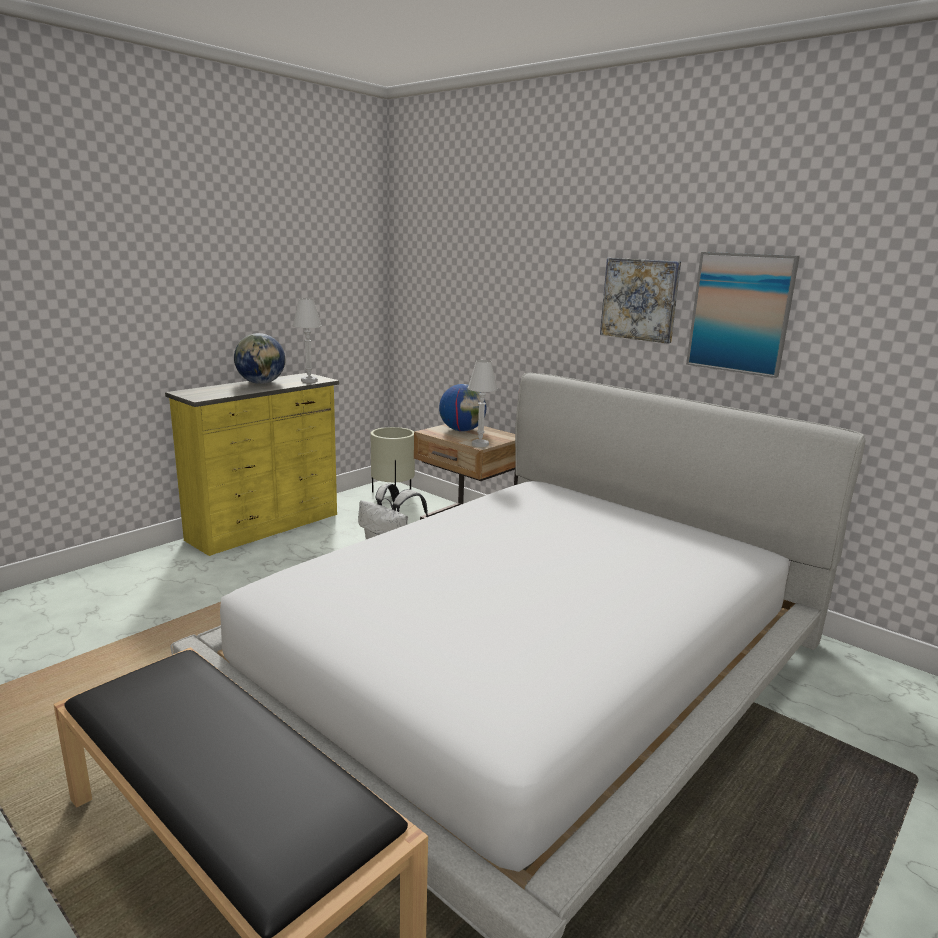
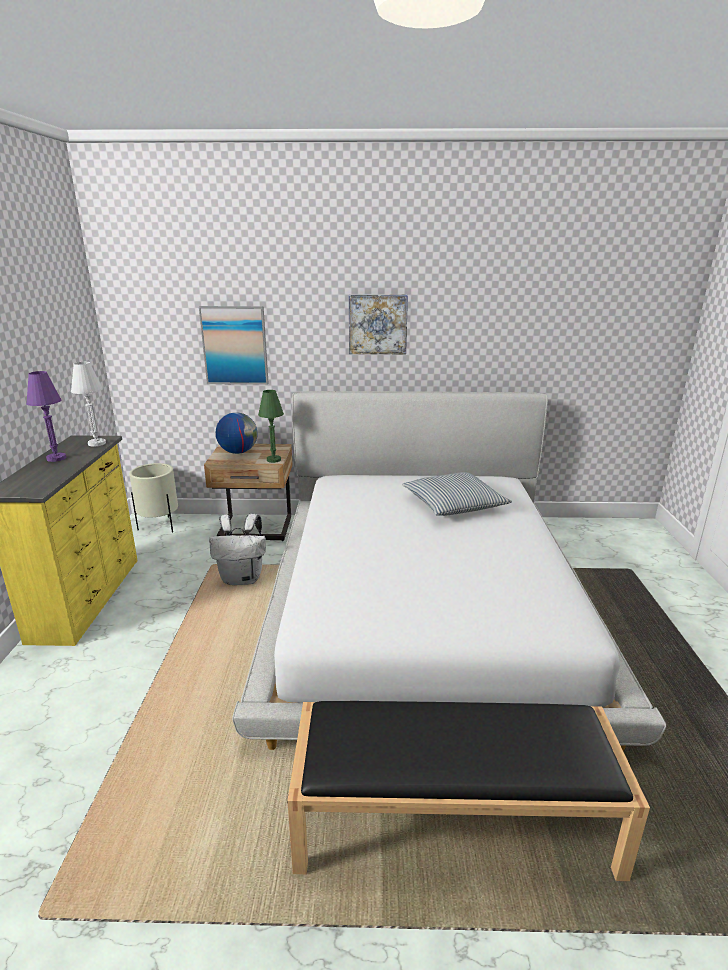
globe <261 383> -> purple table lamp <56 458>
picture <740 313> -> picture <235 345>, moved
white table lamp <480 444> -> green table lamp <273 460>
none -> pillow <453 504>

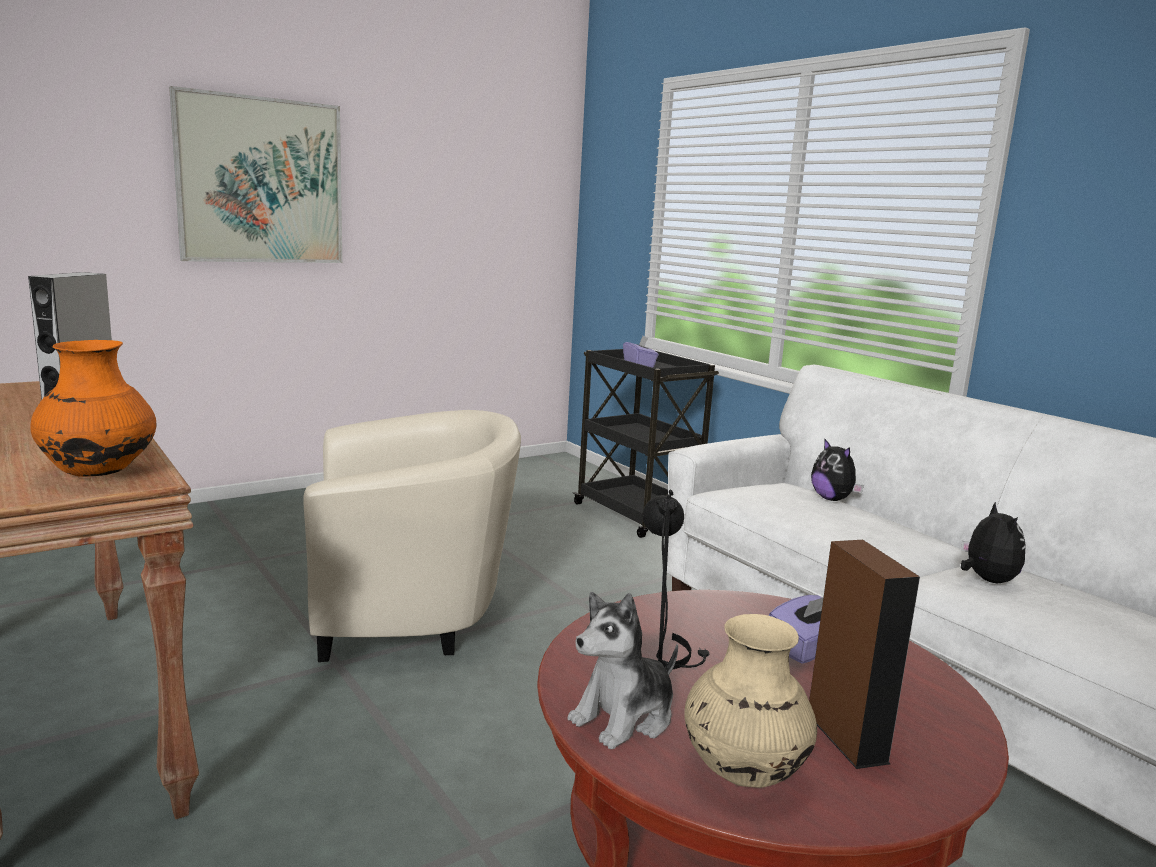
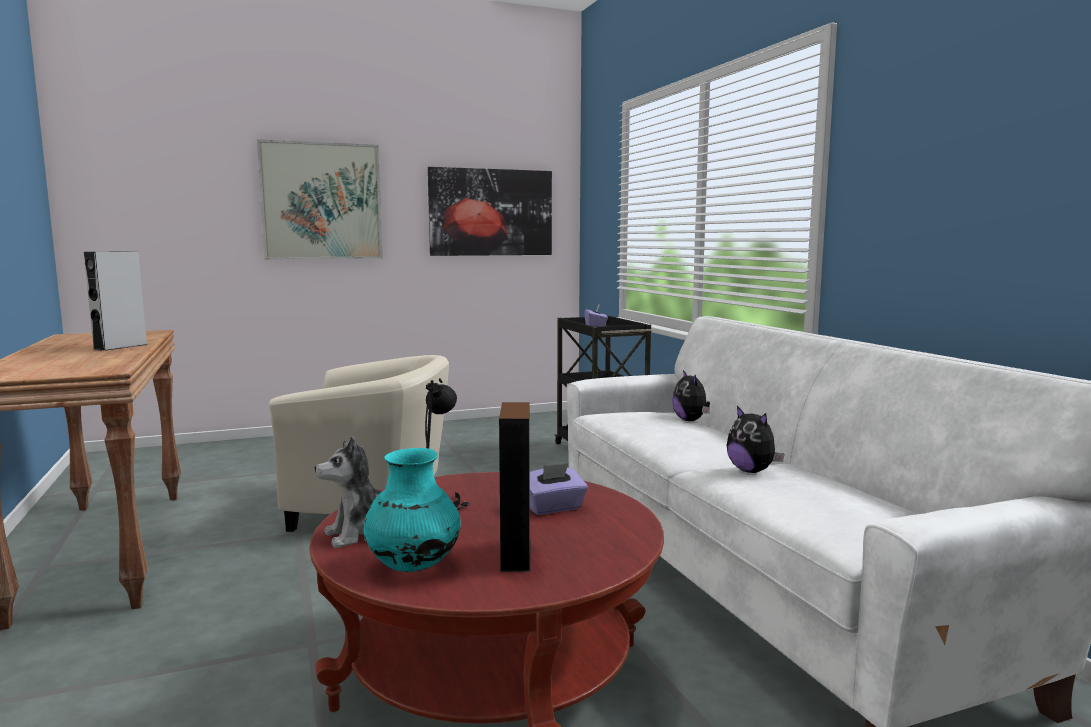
beige vase <743 771> -> turquoise vase <413 566>
none -> picture <491 212>
plush toy <986 580> -> plush toy <751 471>, 135 degrees clockwise
orange vase <99 474> -> none

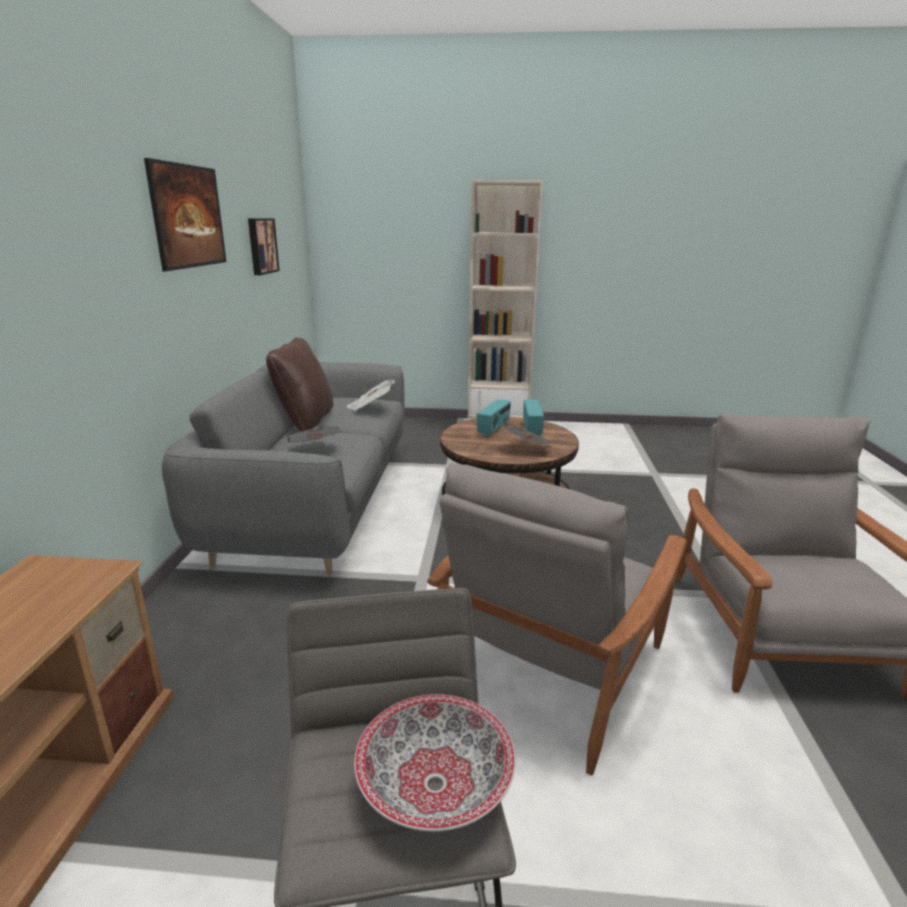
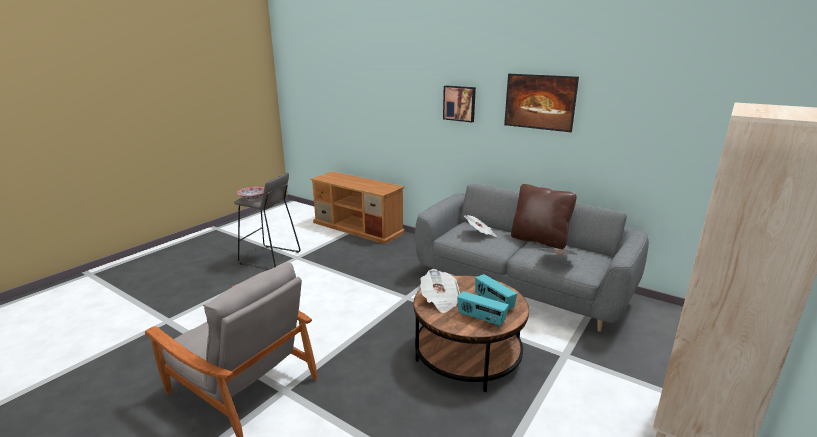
picture <261 246> -> picture <459 103>, moved
grey armchair <552 666> -> none

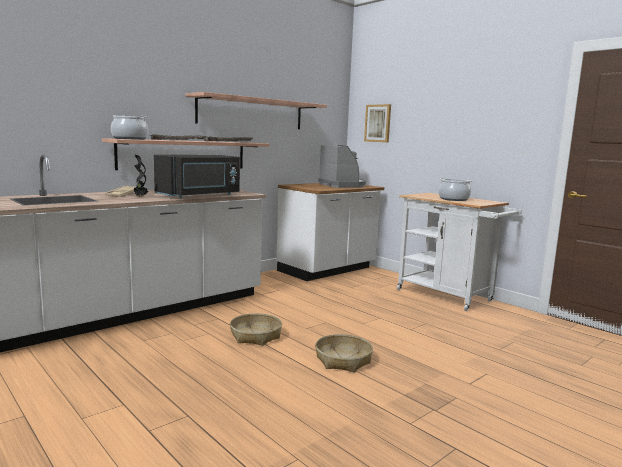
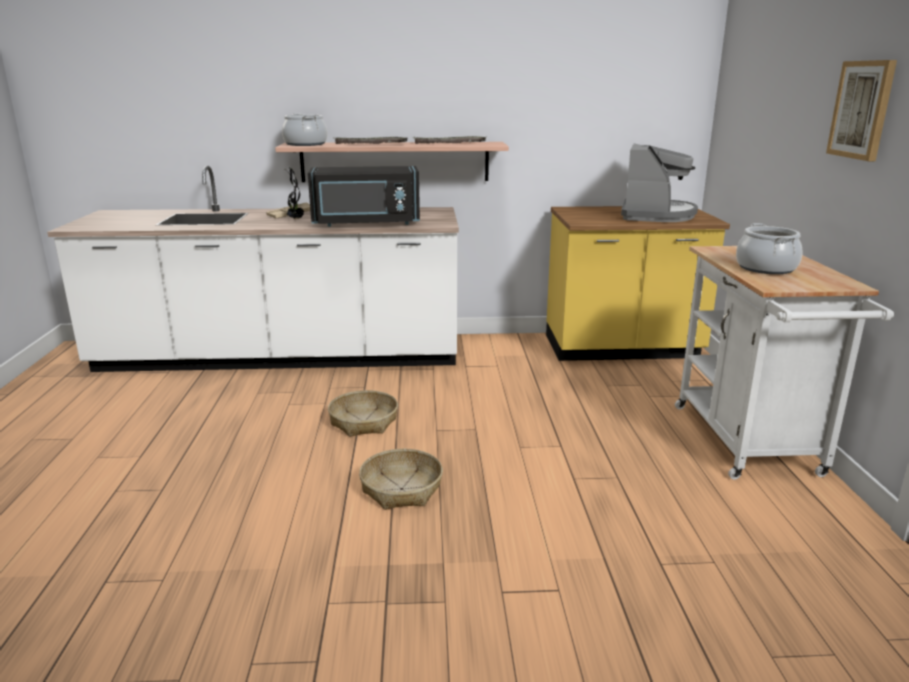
white counter <328 270> -> yellow counter <622 349>
picture <378 123> -> picture <862 110>, moved
shelf <252 113> -> none

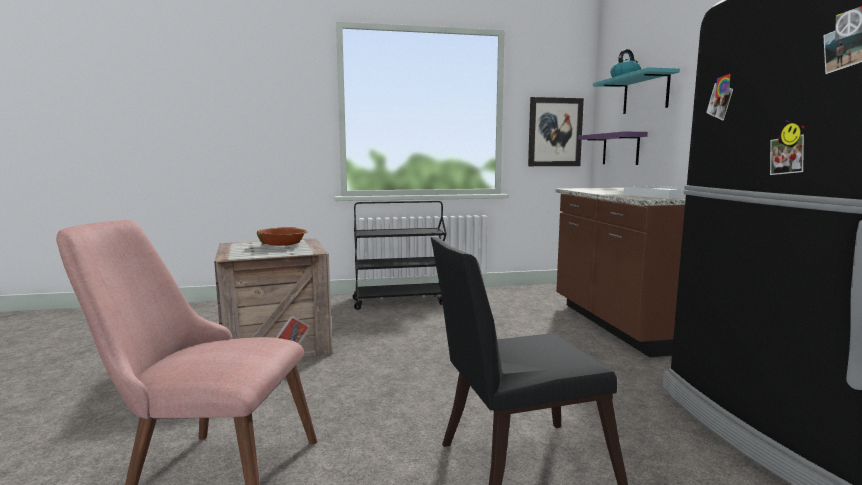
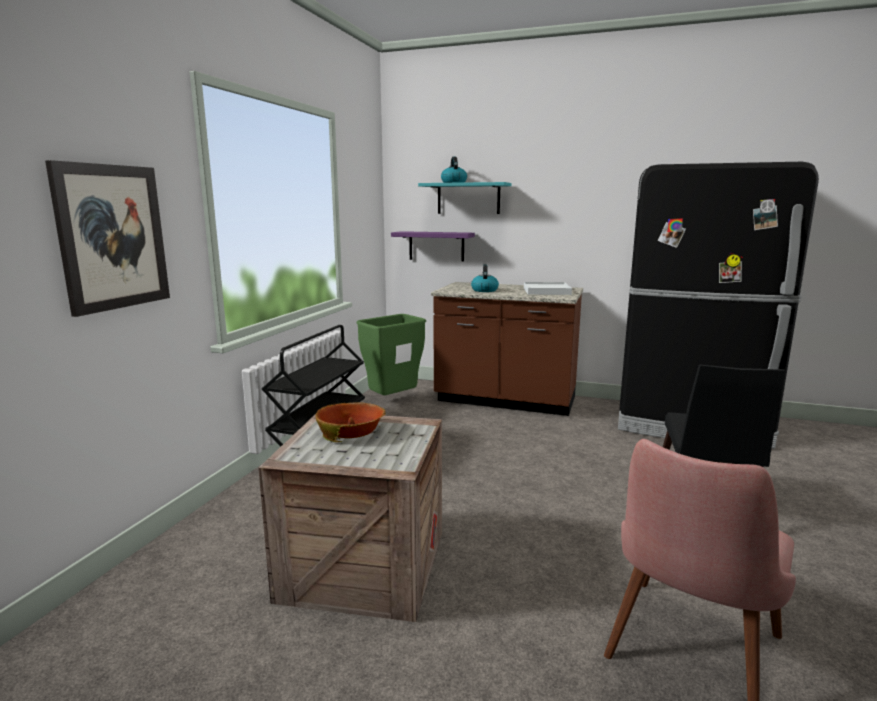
picture <555 132> -> picture <112 237>, moved
none -> green trash can <393 400>
none -> kettle <484 290>

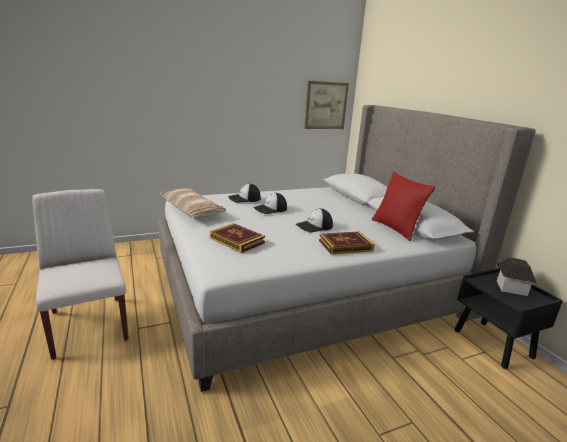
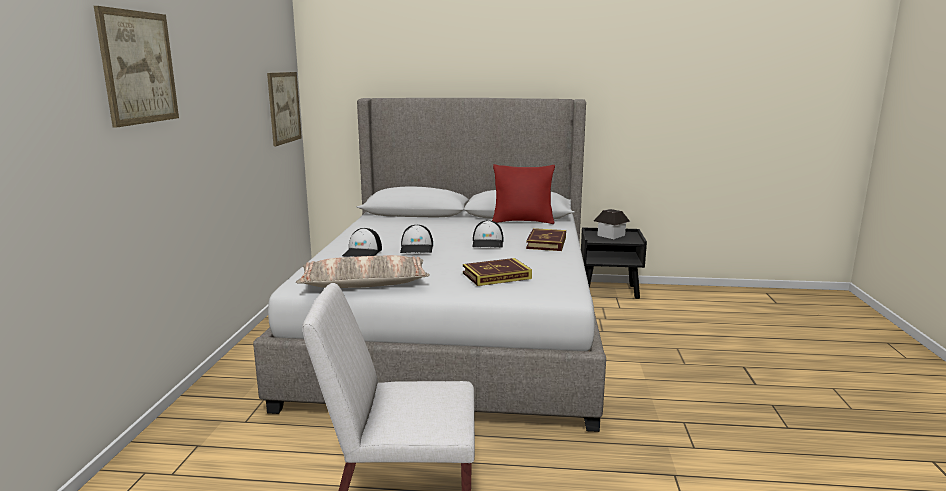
none -> picture <138 67>

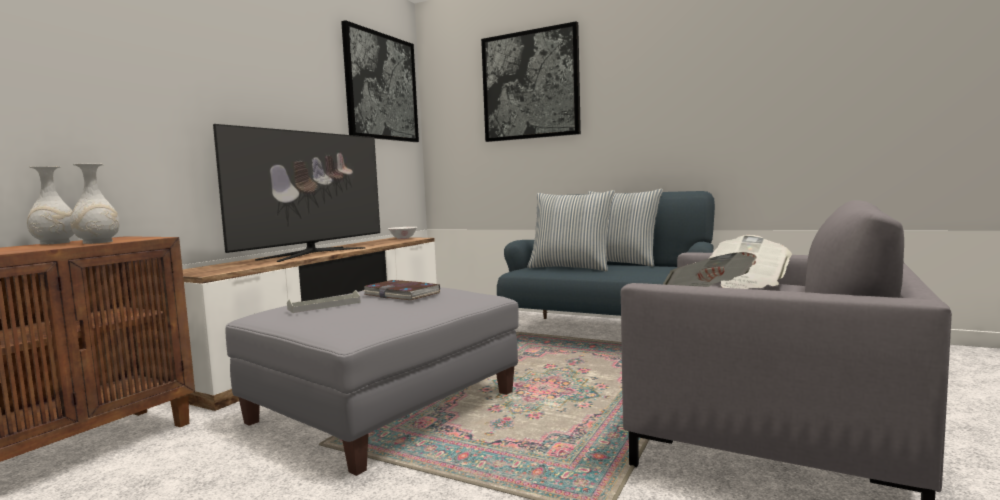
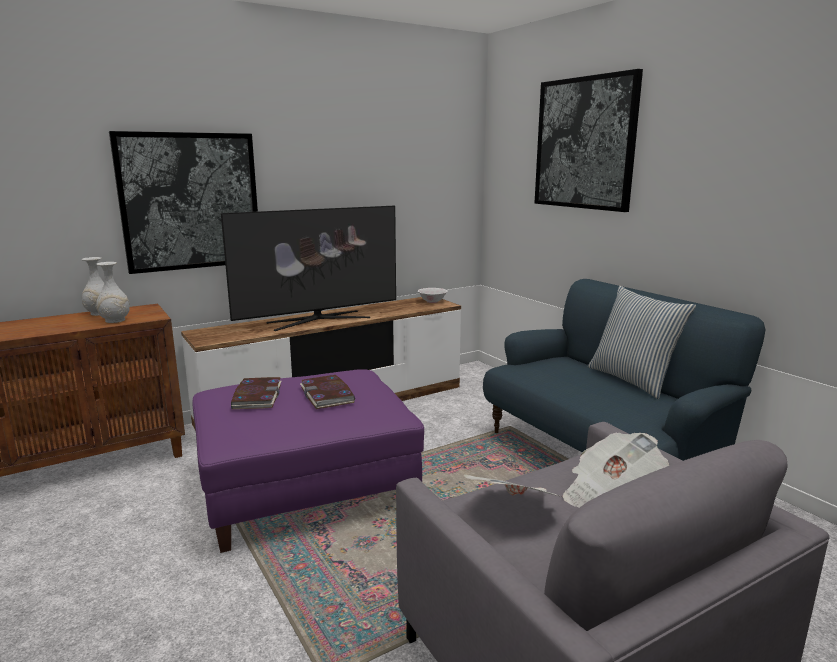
picture <381 87> -> picture <190 201>, moved
grey ottoman <384 407> -> purple ottoman <306 486>
grey tray <324 306> -> book <257 396>
pillow <571 268> -> none

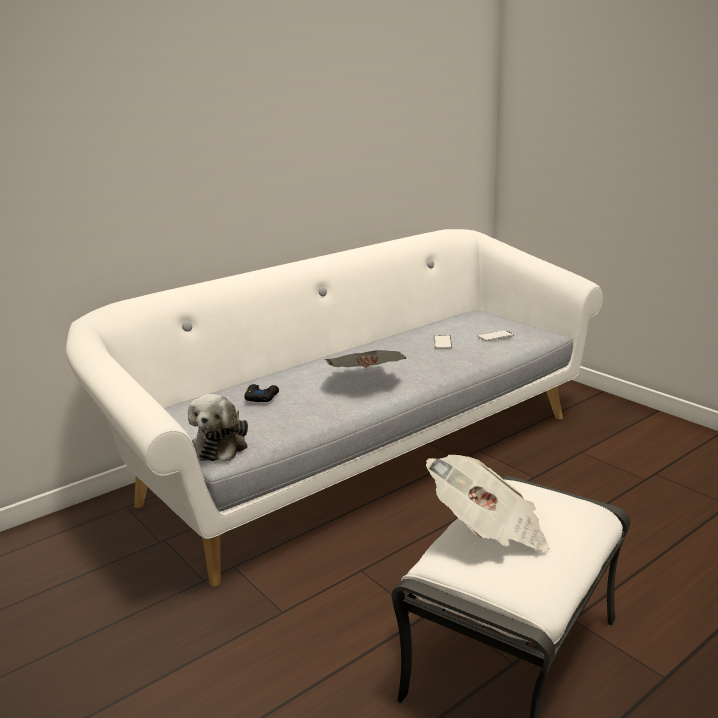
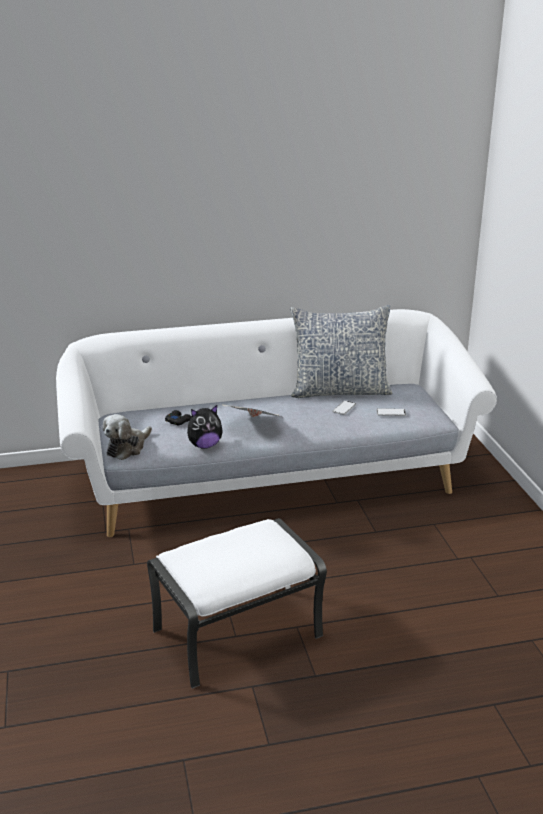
none -> plush toy <204 445>
none -> pillow <340 391>
newspaper <488 530> -> none

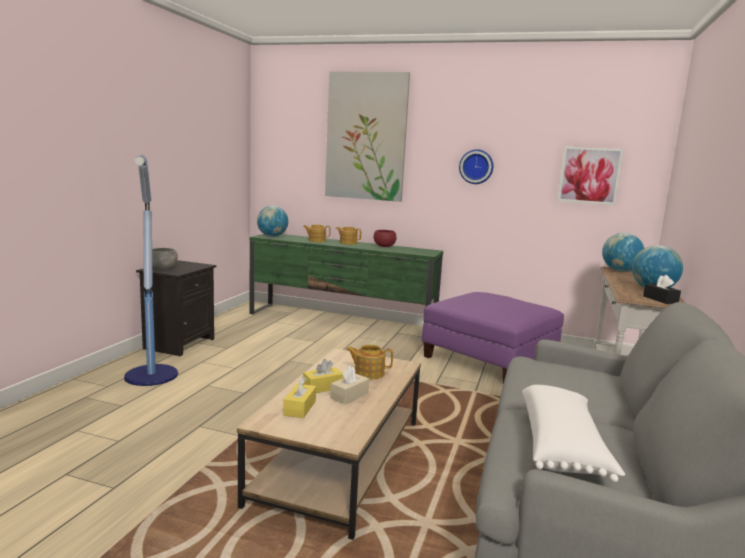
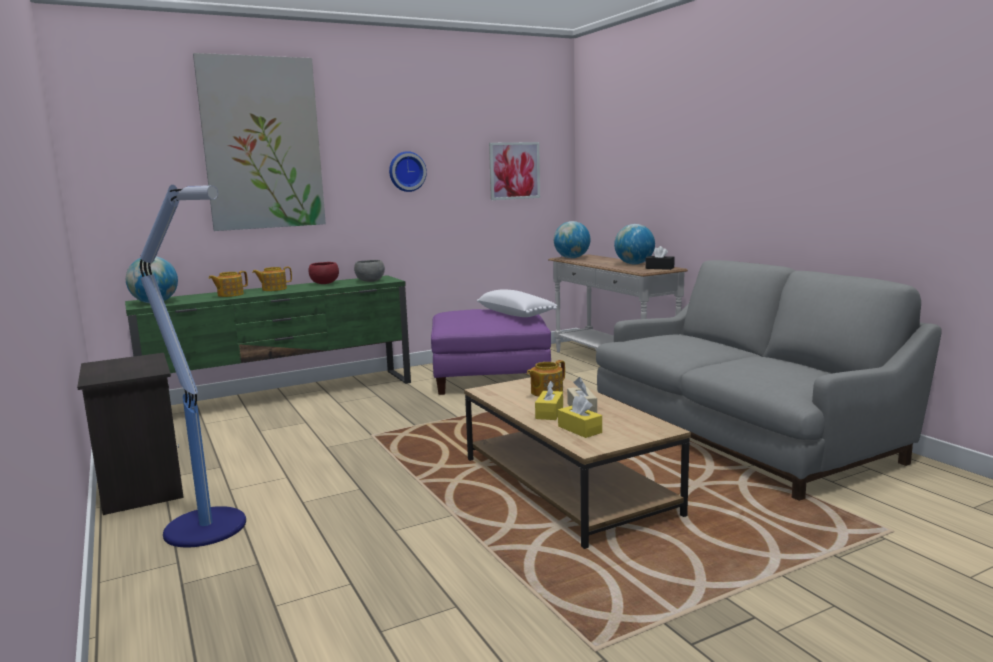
grey bowl <163 268> -> grey bowl <370 281>, moved
white pillow <562 447> -> white pillow <516 314>, moved

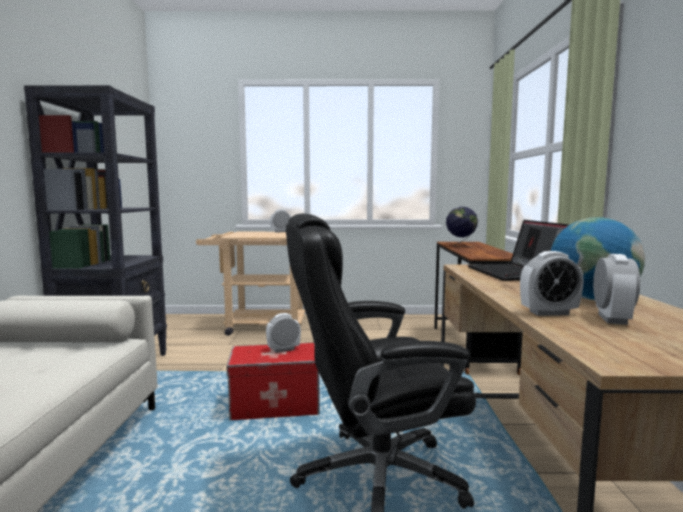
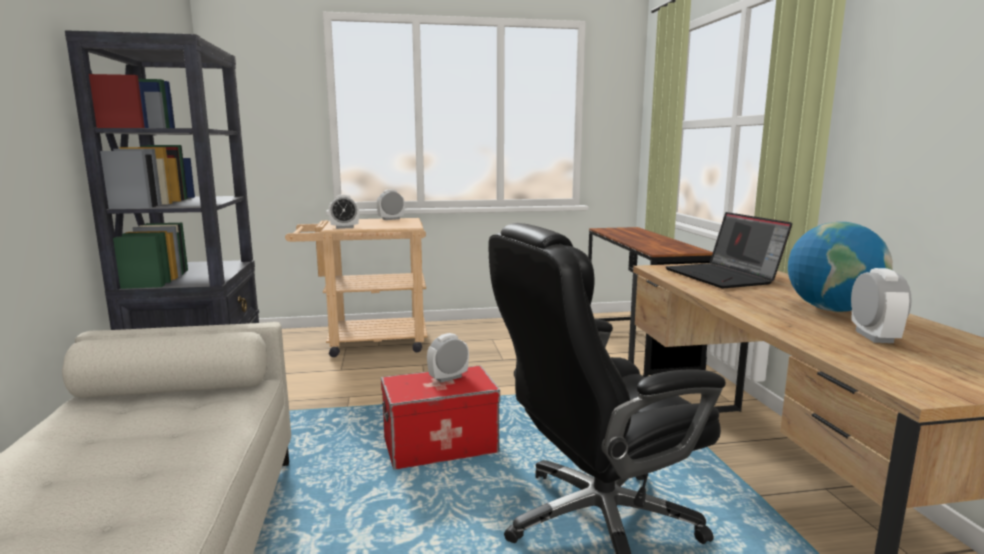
alarm clock <549 313> -> alarm clock <344 227>, moved
globe <460 245> -> none

